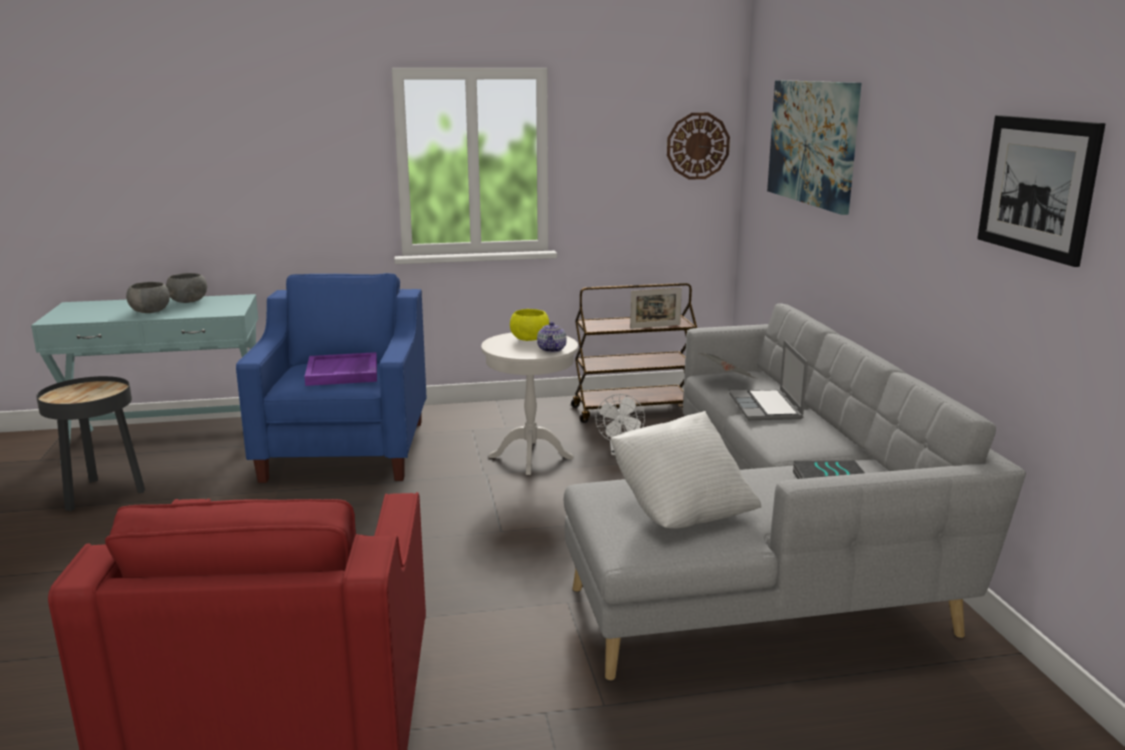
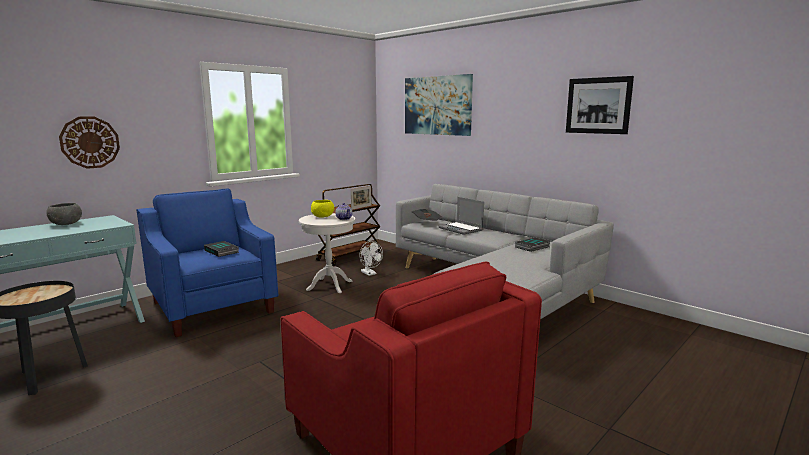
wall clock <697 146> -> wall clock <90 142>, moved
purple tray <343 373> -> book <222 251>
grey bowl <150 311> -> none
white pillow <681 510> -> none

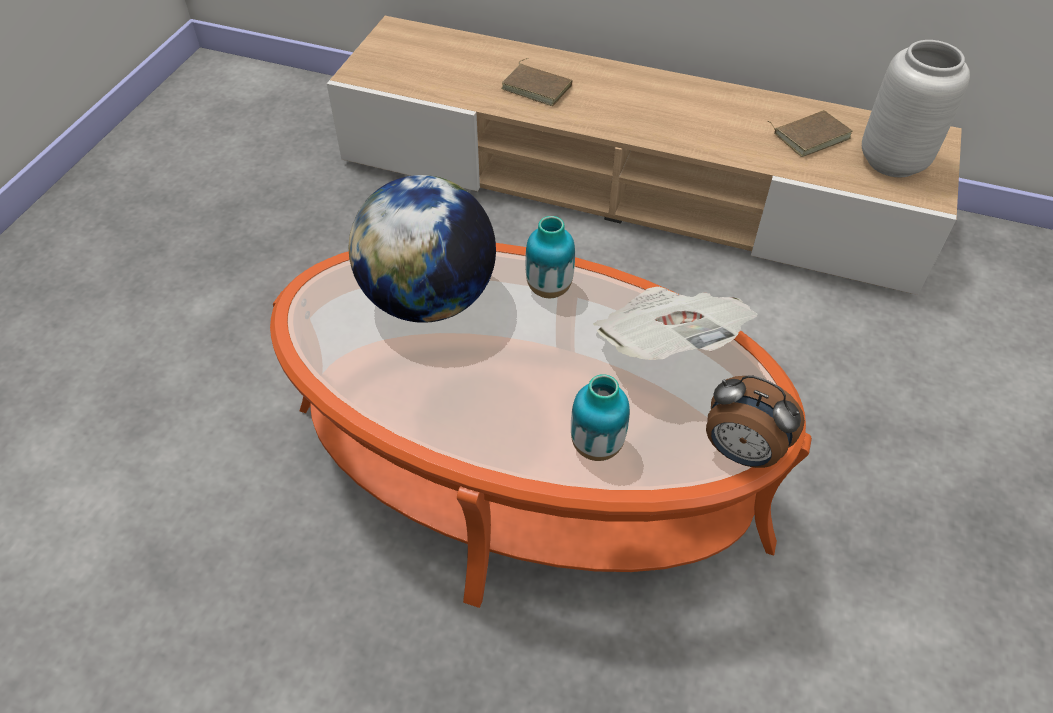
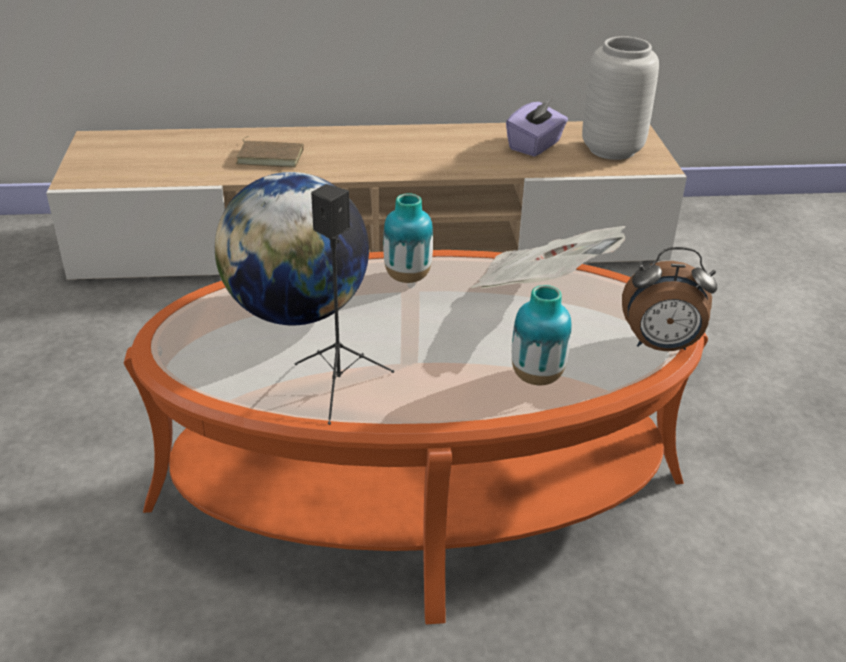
none -> black speaker <340 385>
brown book <810 135> -> purple tissue box <535 145>

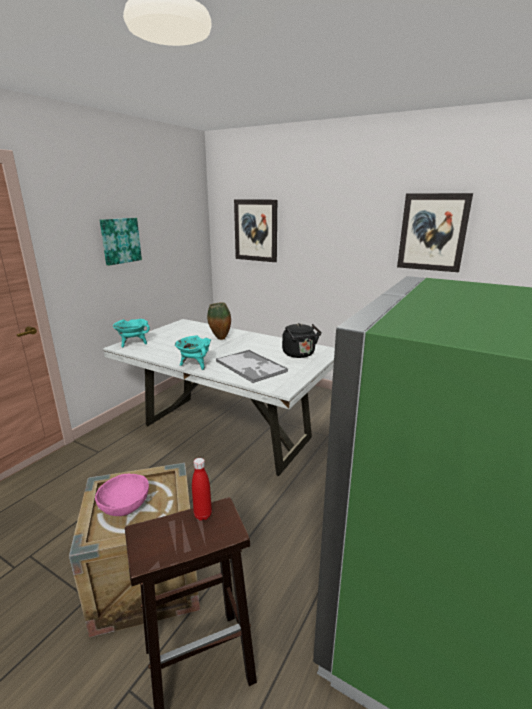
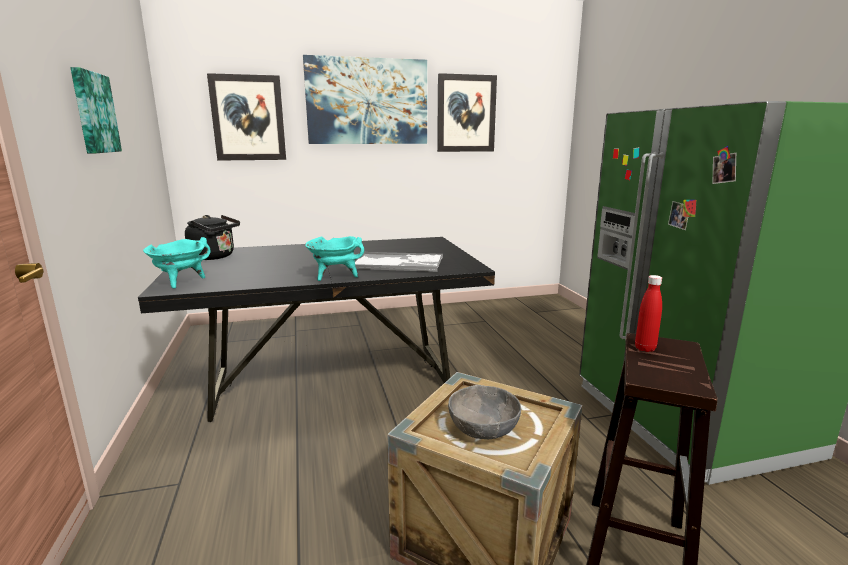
white dining table <228 432> -> black dining table <334 381>
black kettle <300 354> -> black kettle <215 257>, moved
none -> picture <367 101>
pink bowl <125 506> -> grey bowl <483 429>
vase <220 339> -> none

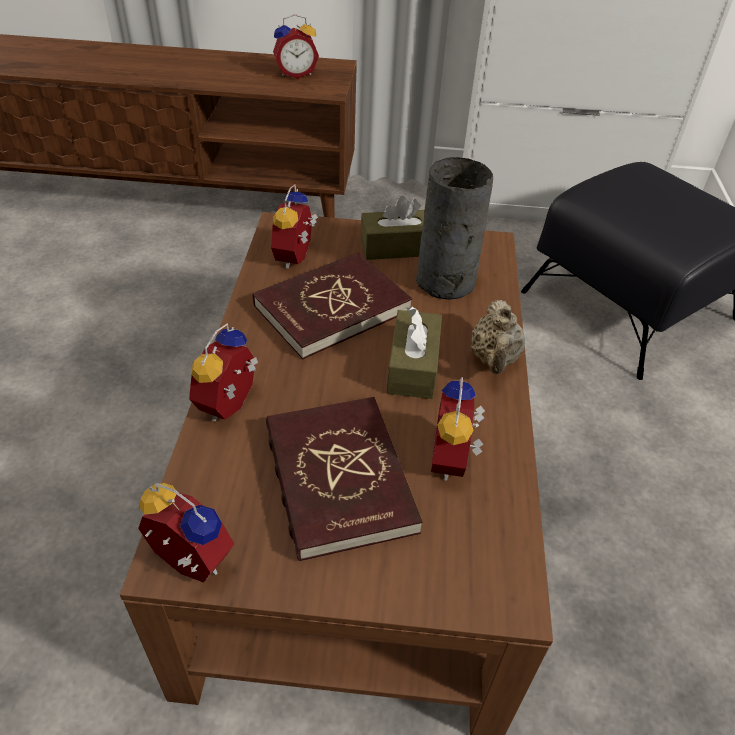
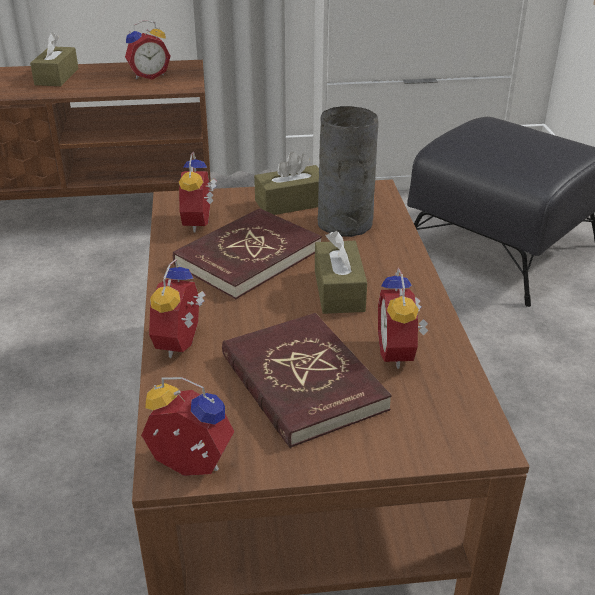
none -> brown tissue box <57 77>
beige teapot <494 360> -> none

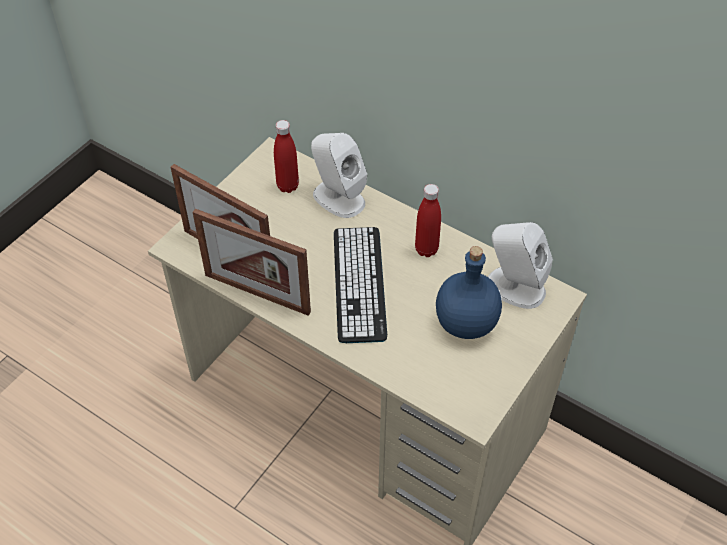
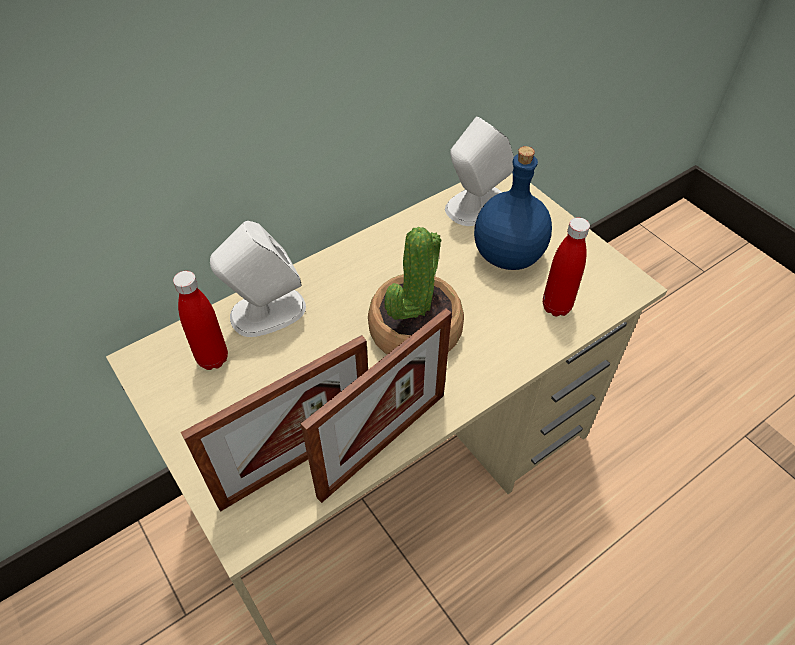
keyboard <359 284> -> potted plant <415 330>
red bottle <426 249> -> red bottle <556 307>, moved

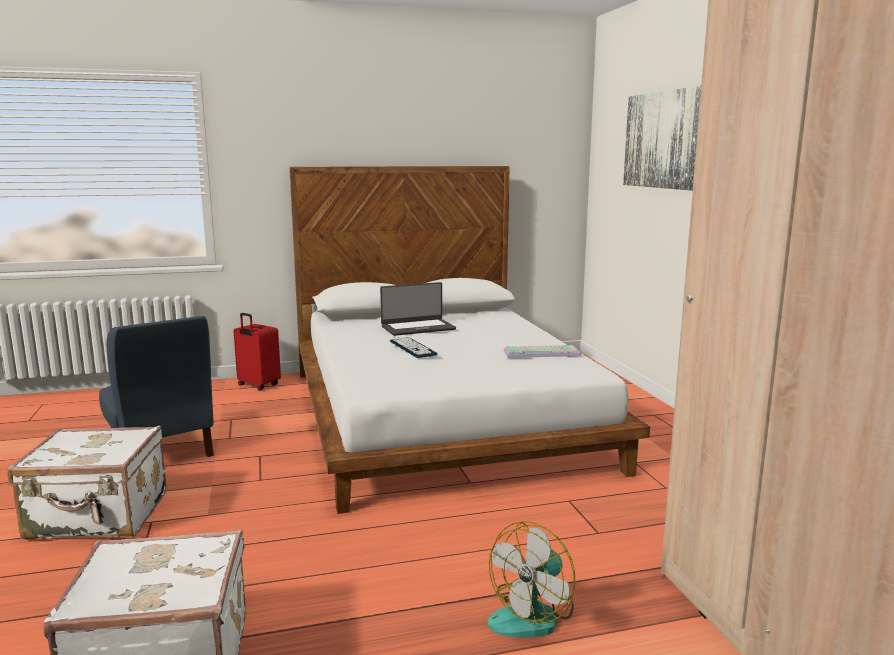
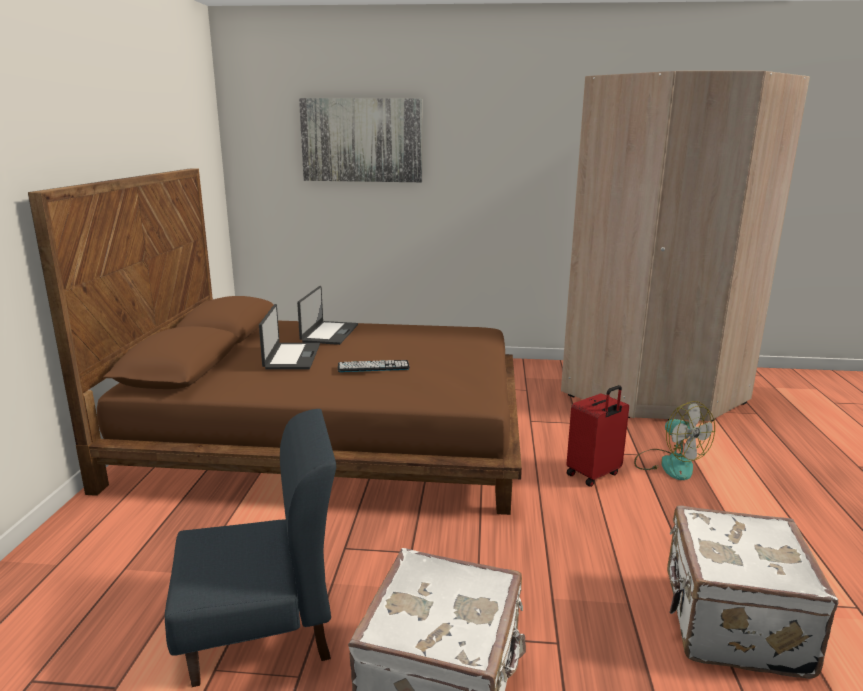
white bed <441 416> -> brown bed <333 433>
none -> laptop <329 333>
red suitcase <258 385> -> red suitcase <594 475>, moved
keyboard <542 353> -> none

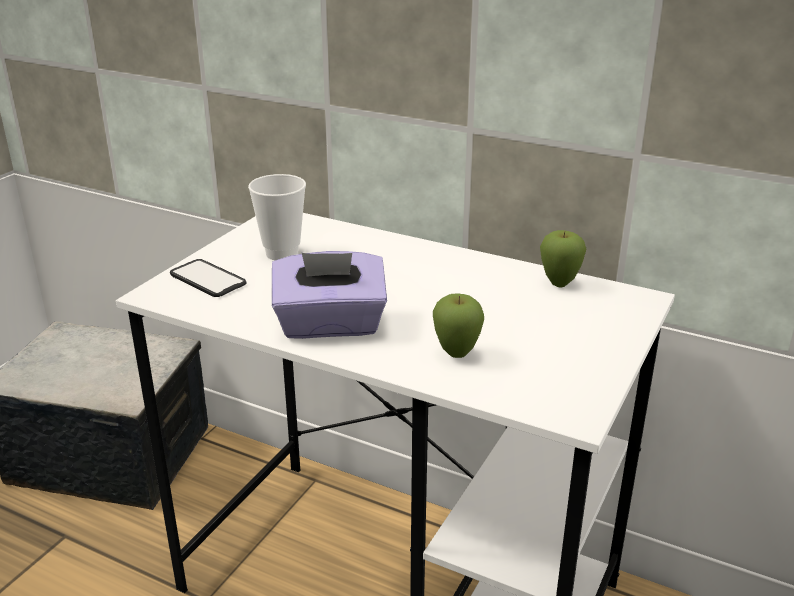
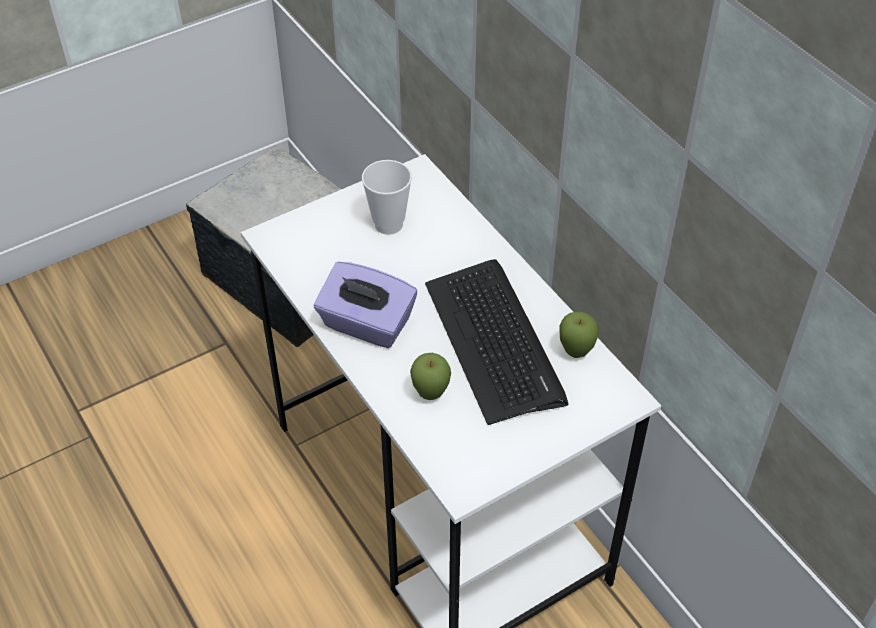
none -> keyboard <494 341>
phone <208 279> -> none

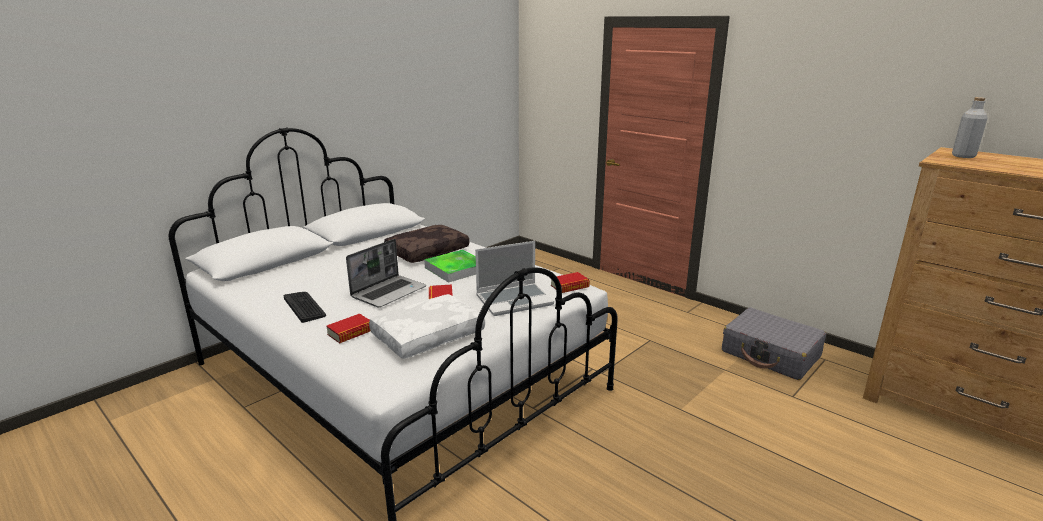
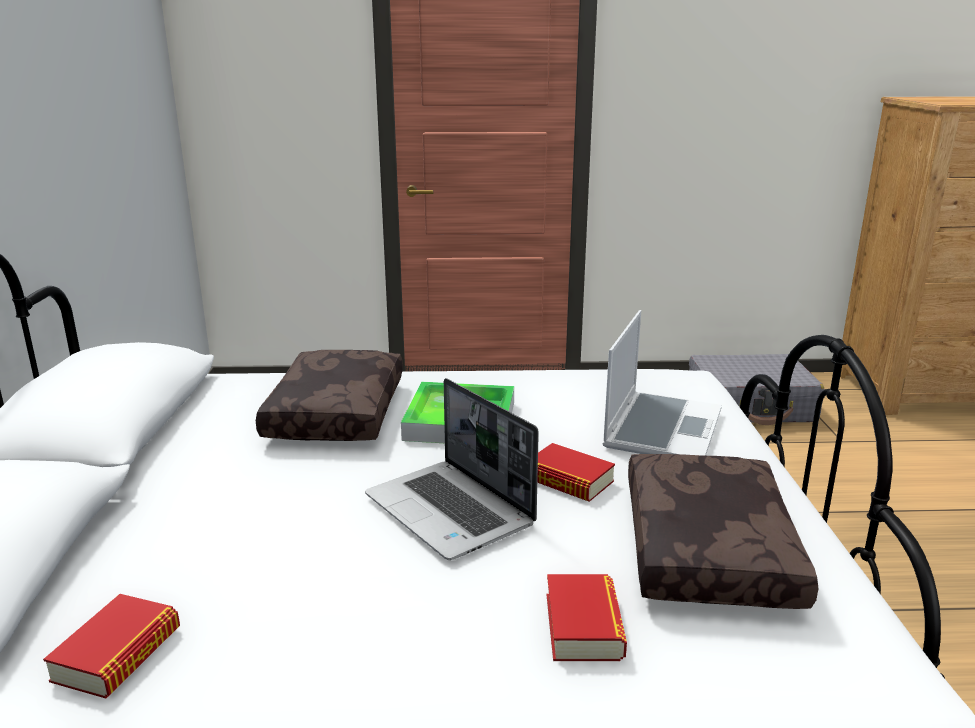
book <569 286> -> book <117 654>, moved
laptop <389 292> -> laptop <452 511>, 150 degrees clockwise
white pillow <428 335> -> brown pillow <703 547>
keyboard <304 307> -> none
grey bottle <963 156> -> none

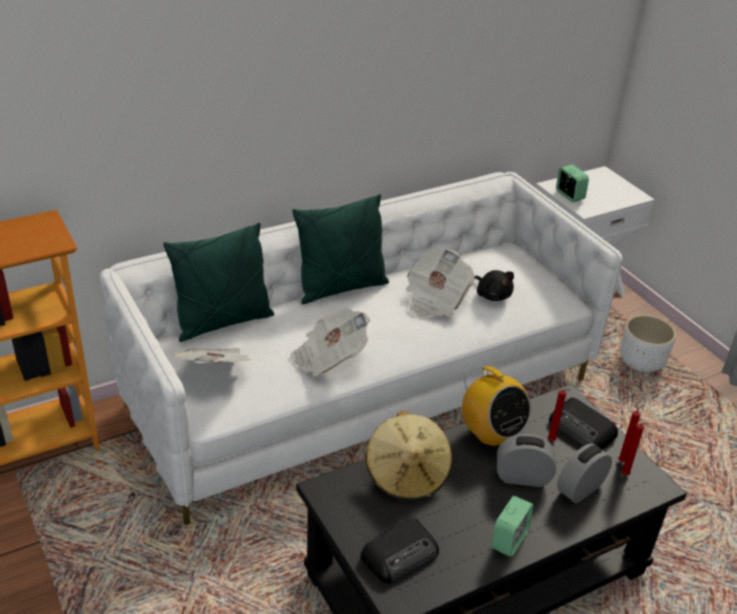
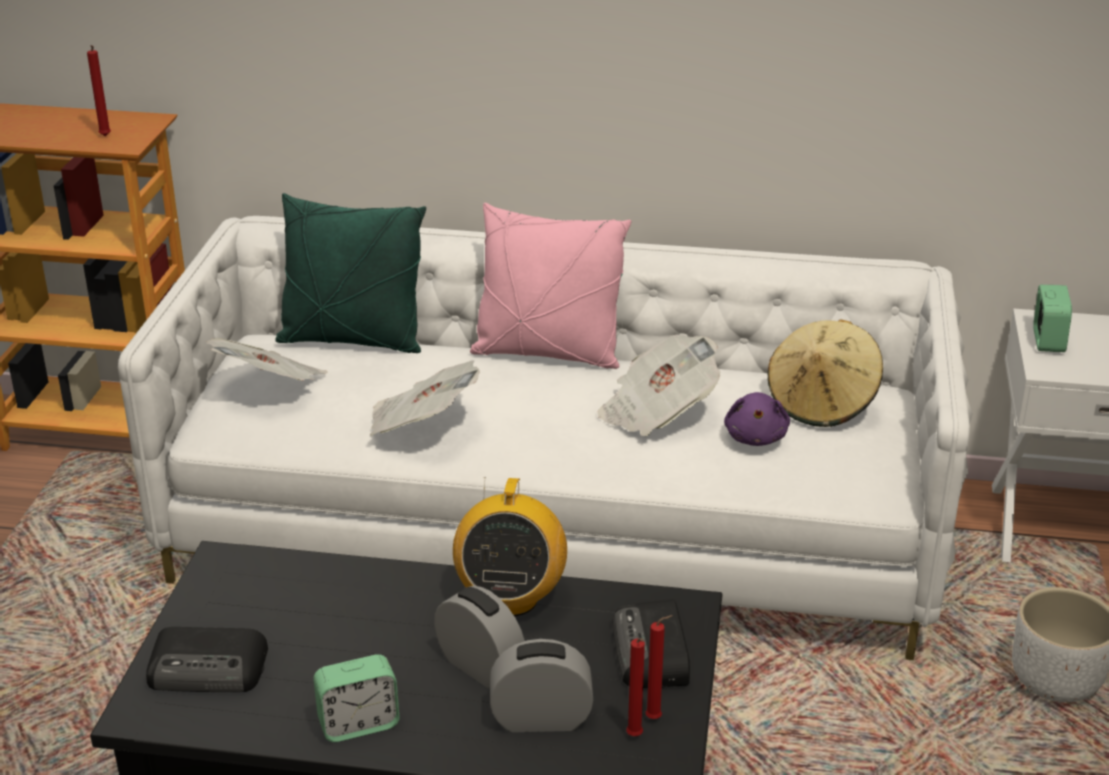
red candle <552 441> -> red candle <105 137>, moved
green pillow <341 288> -> pink pillow <548 353>
black plush toy <492 295> -> purple plush toy <756 437>
beige hat <407 475> -> beige hat <822 403>, moved

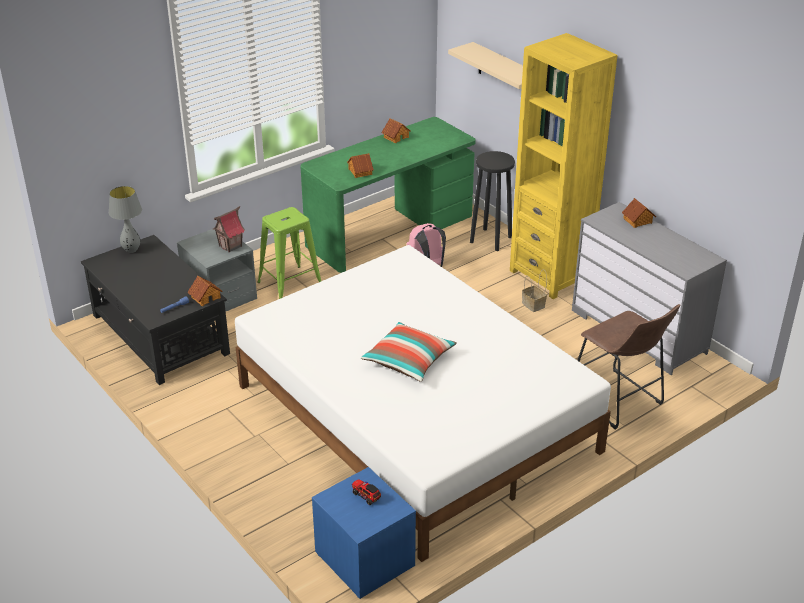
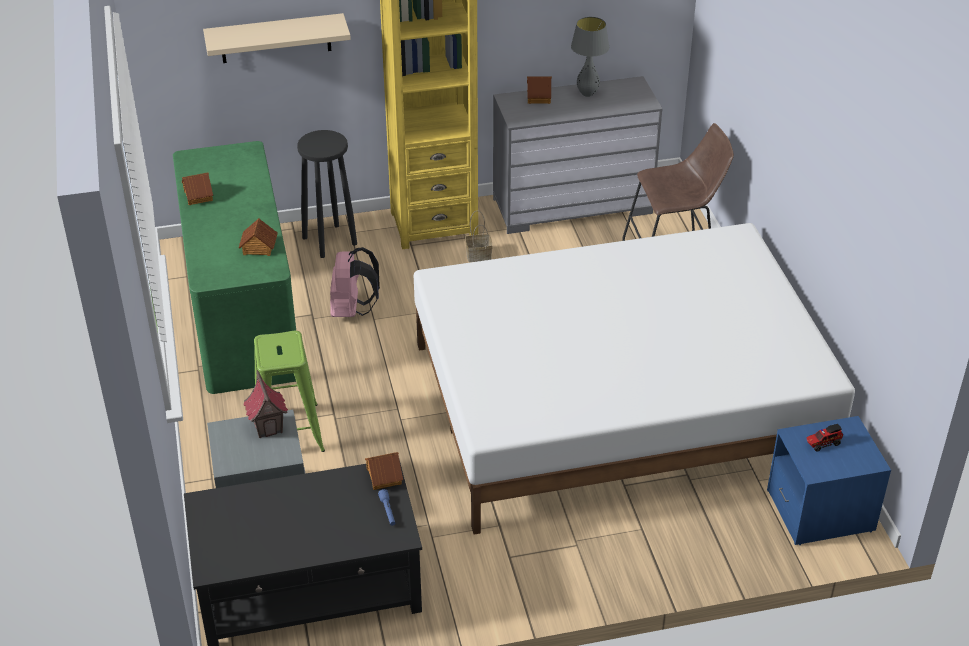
grey table lamp <132 250> -> grey table lamp <587 94>, moved
pillow <409 361> -> none

